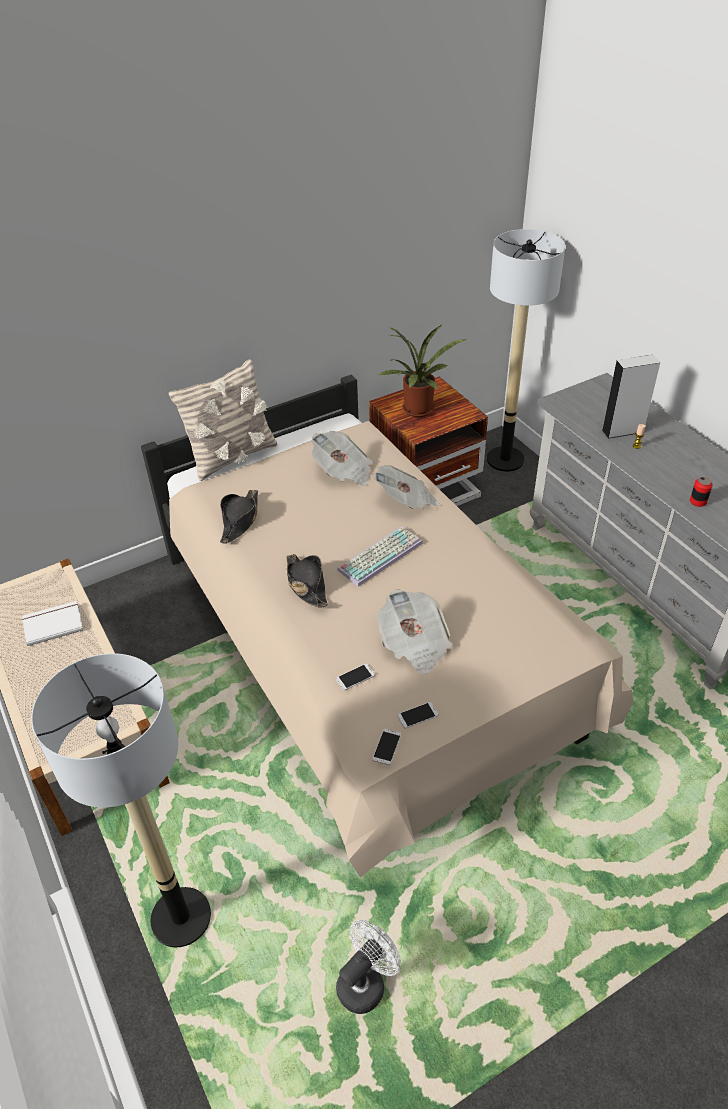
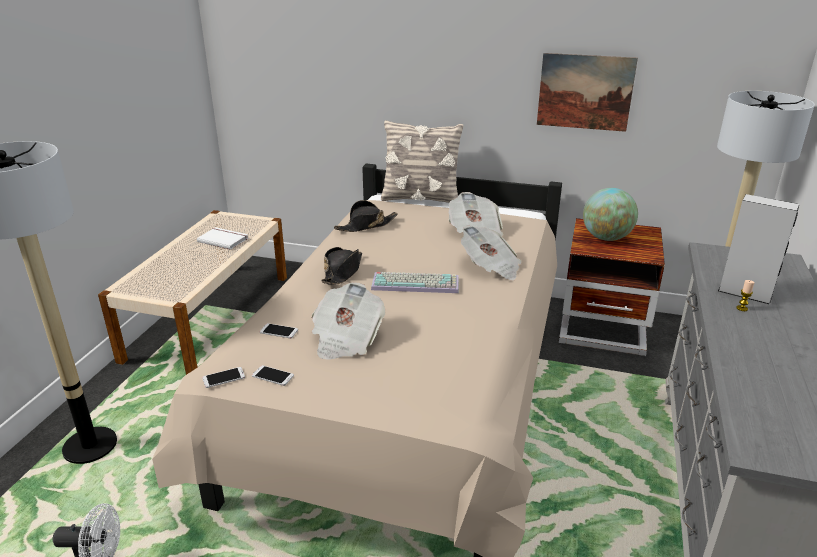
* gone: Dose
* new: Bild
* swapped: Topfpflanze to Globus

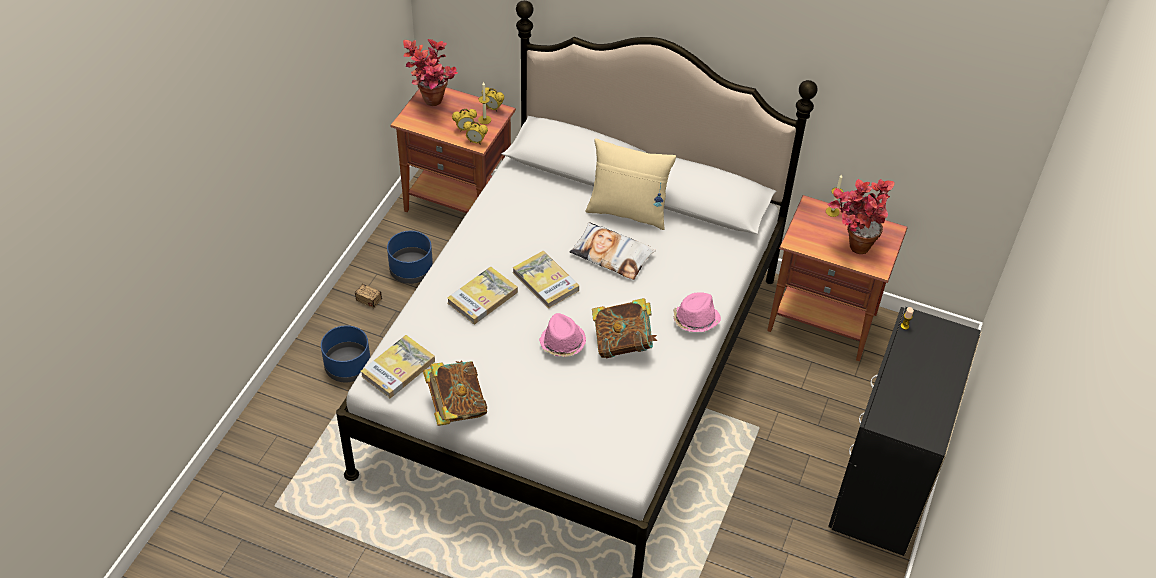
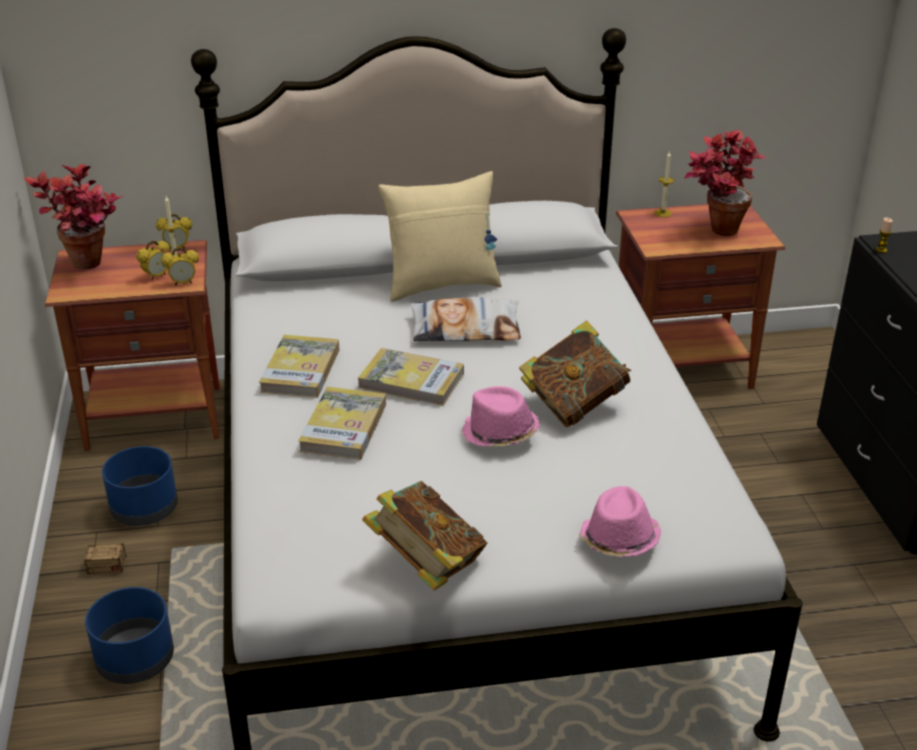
* shifted: Buch (no. 1 from left)
* shifted: Hut (rosa) (no. 2 from left)

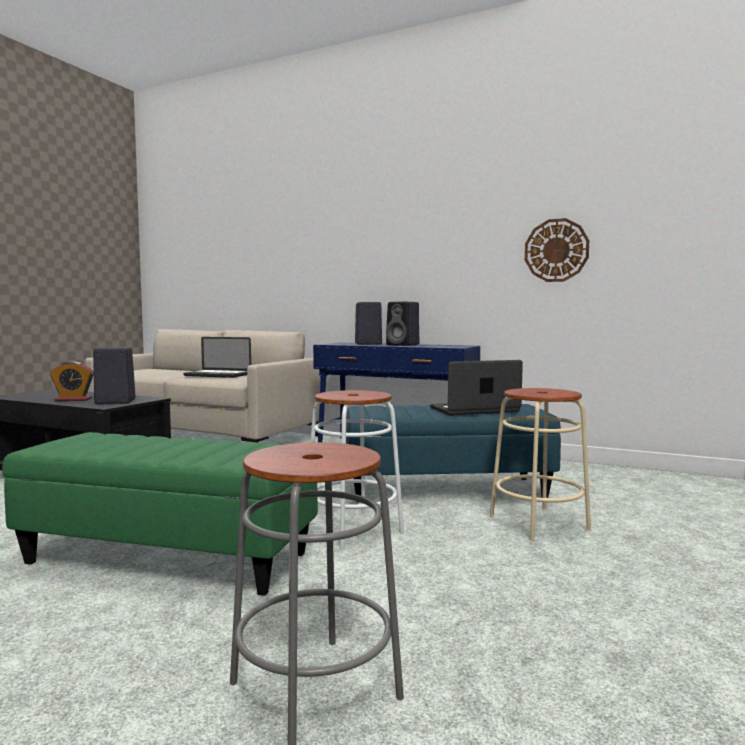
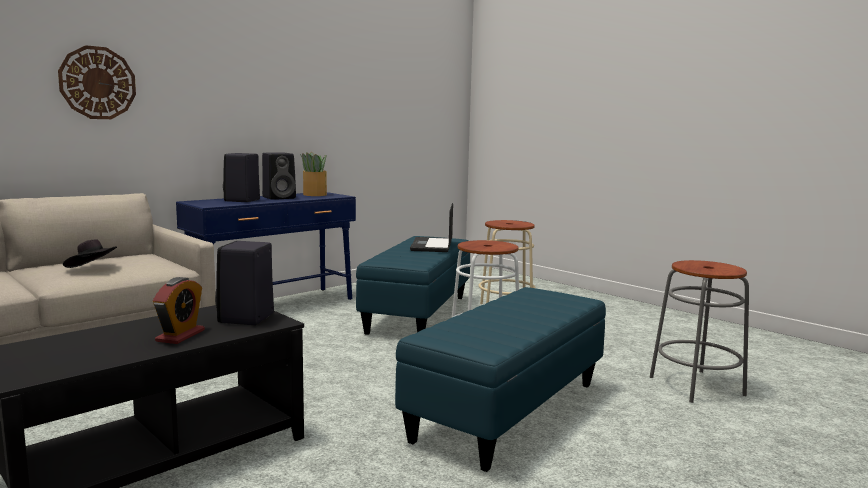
* new: Topfpflanze
* shifted: Wanduhr
* swapped: Laptop (no. 1 from left) to Hut (schwarz)
* repainted: Polsterhocker (grün) to Polsterhocker (blau) (no. 2 from left)

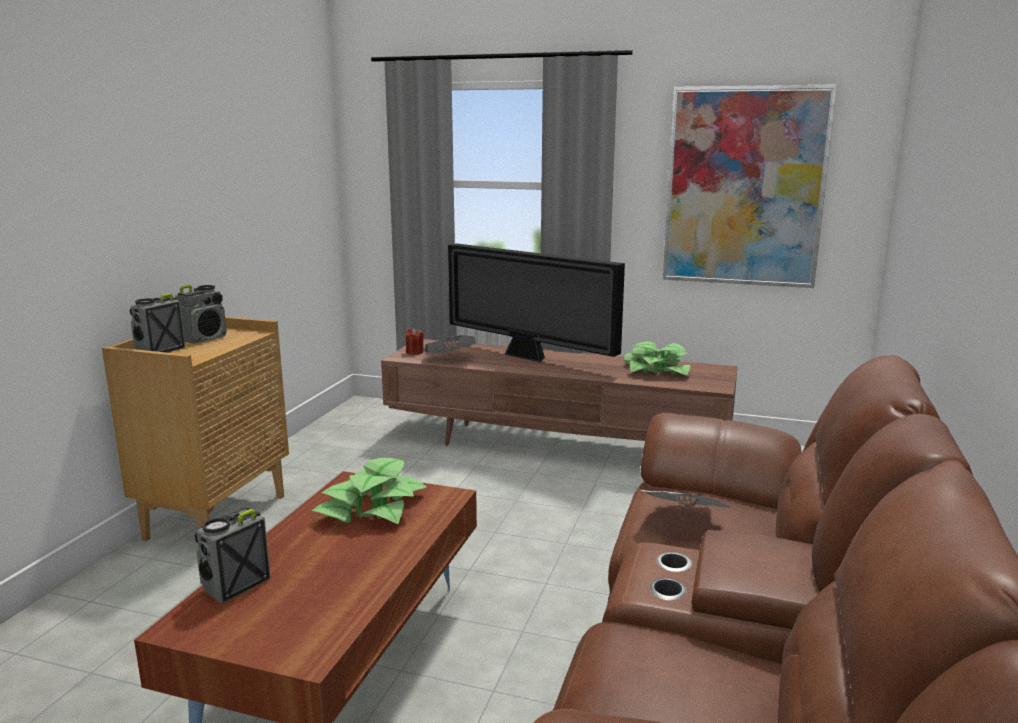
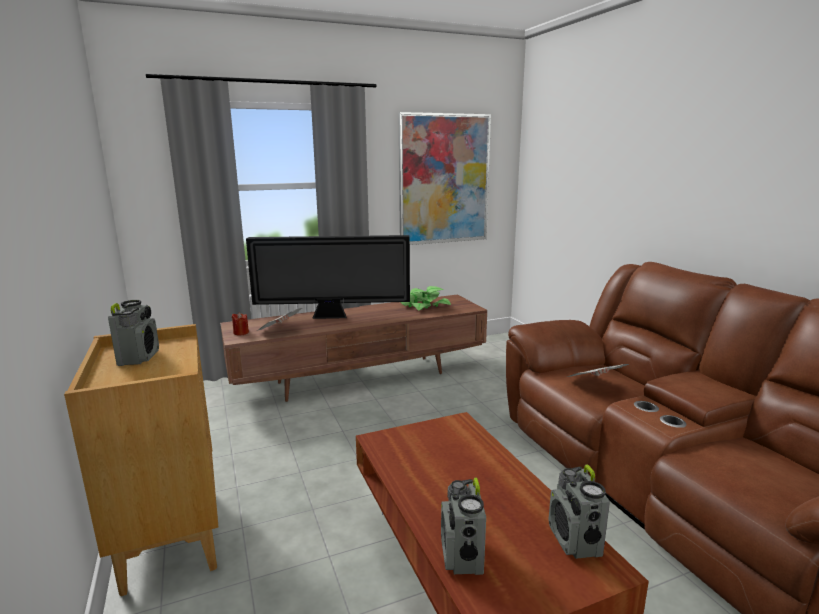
* gone: Topfpflanze (no. 1 from left)
* shifted: Radio (no. 1 from left in the first image) to Radio (no. 3 from left)

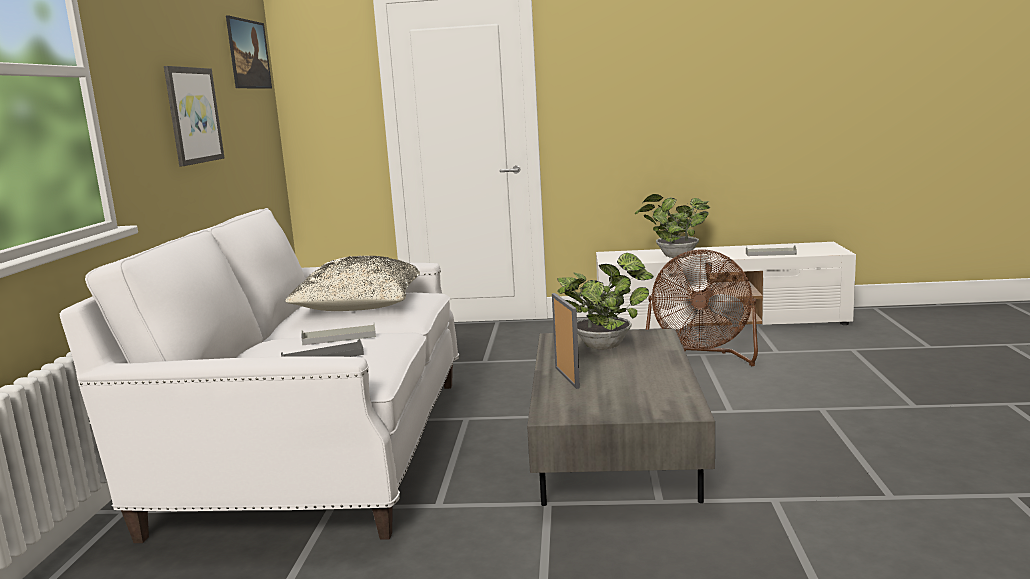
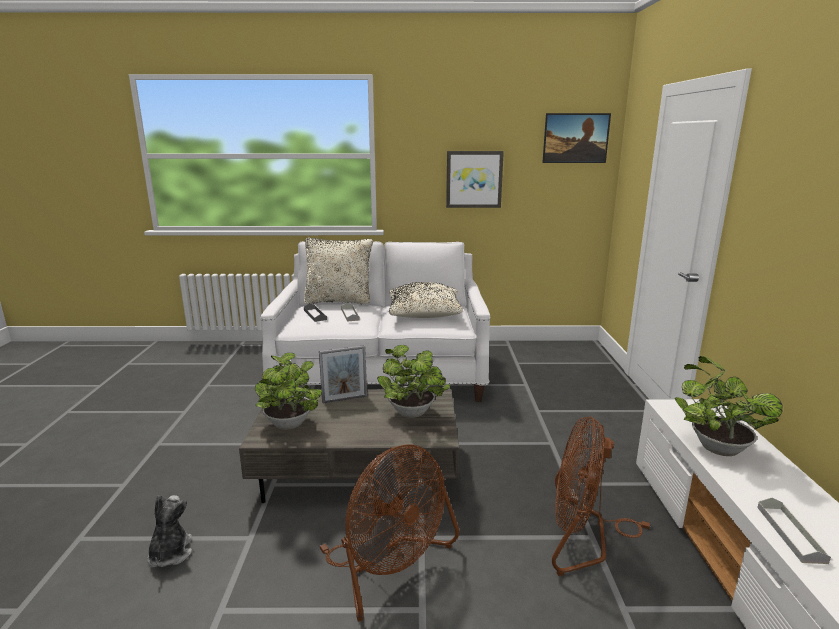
* new: Plüschtier
* new: Topfpflanze (no. 1 from left)
* new: Kissen (beige) (no. 1 from left)
* new: Ventilator (braun) (no. 1 from left)

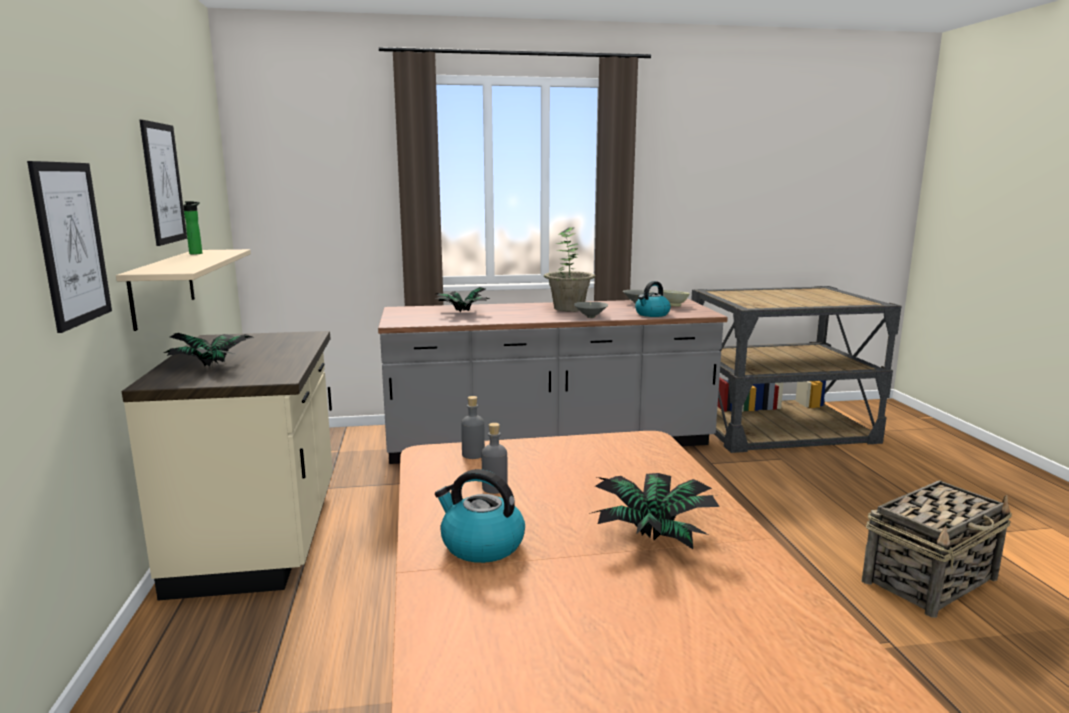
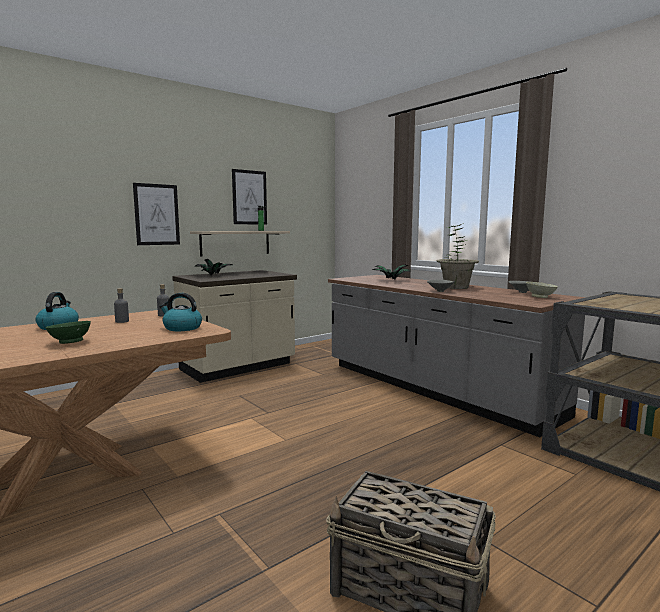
* shifted: Wasserkessel (no. 2 from left)
* swapped: Topfpflanze (no. 4 from left) to Schüssel (grün)

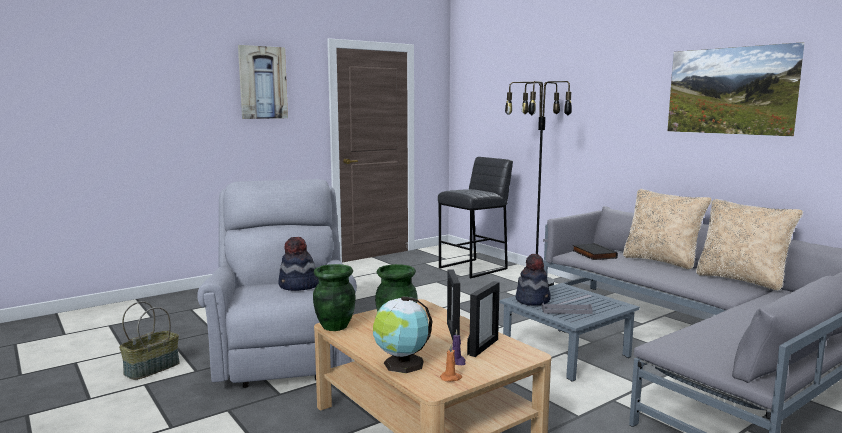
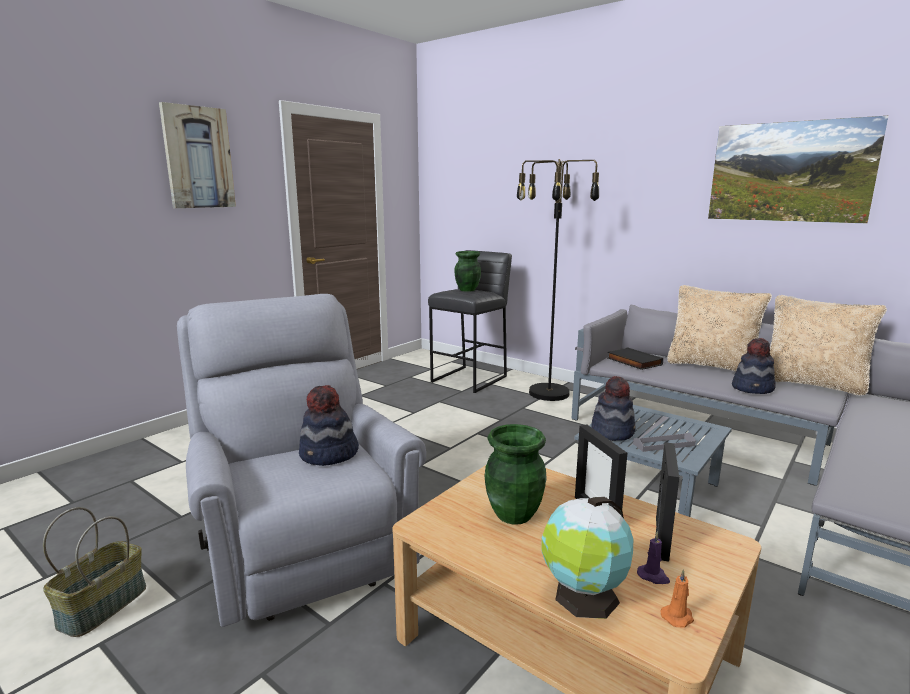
* new: Hut (no. 3 from left)
* shifted: Vase (grün) (no. 1 from left)

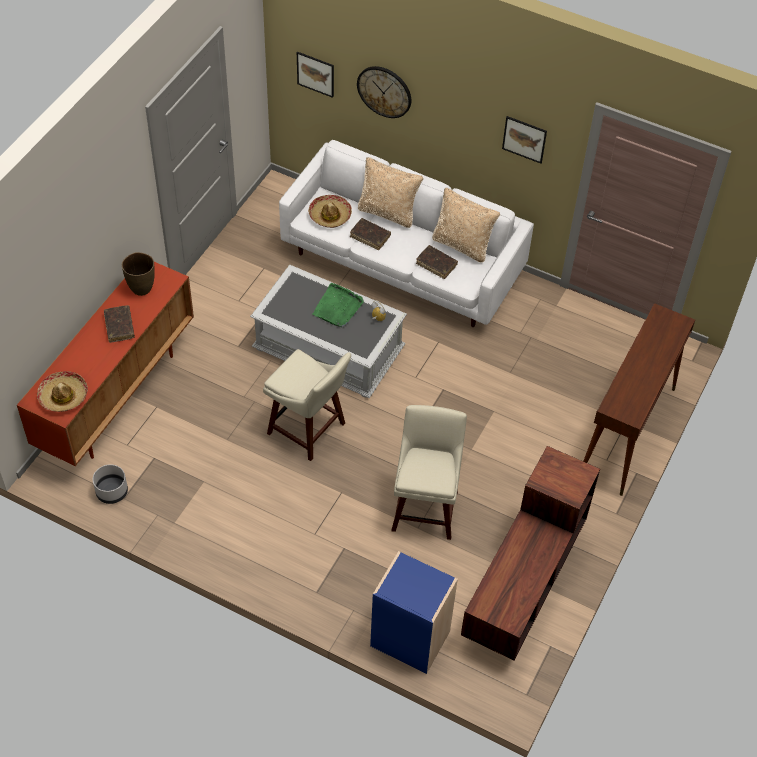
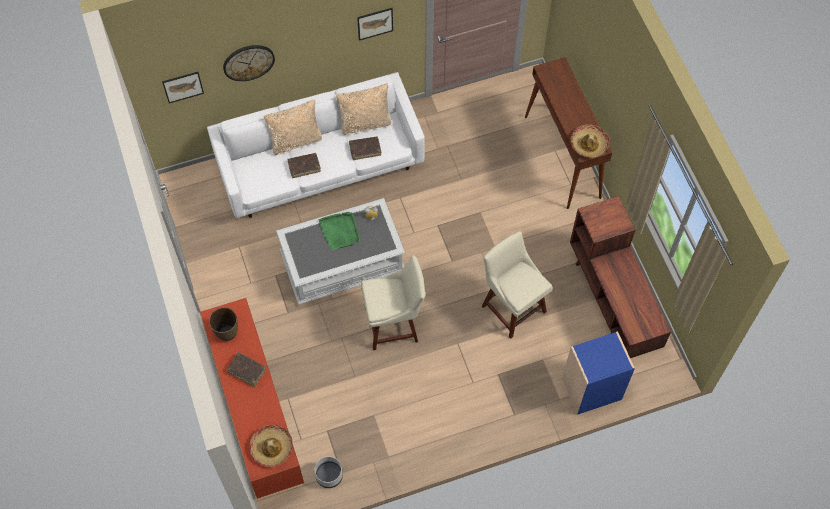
* shifted: Hut (no. 2 from left)

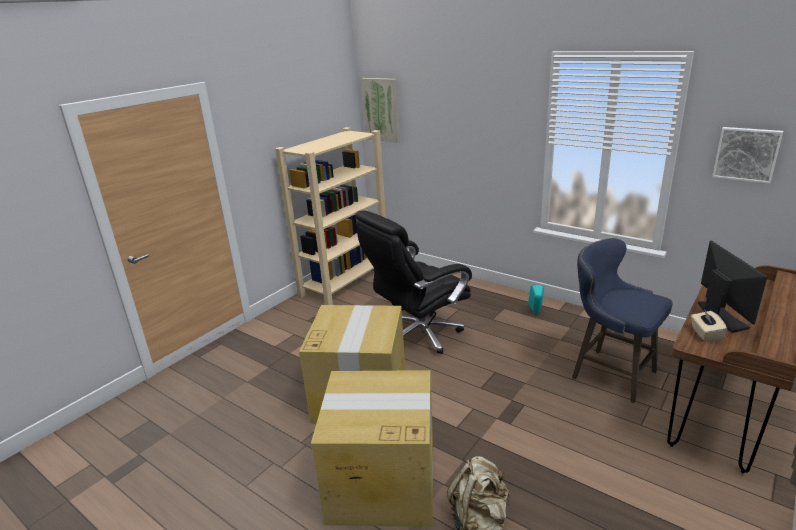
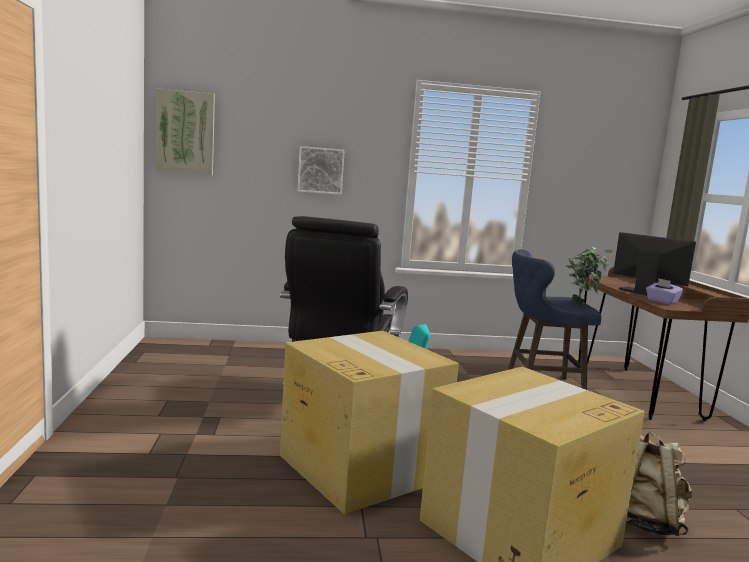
* gone: Bücherregal (beige)
* new: Topfpflanze
* shifted: Bild (no. 2 from left)
* repainted: Taschentuchbox (beige) to Taschentuchbox (lila)

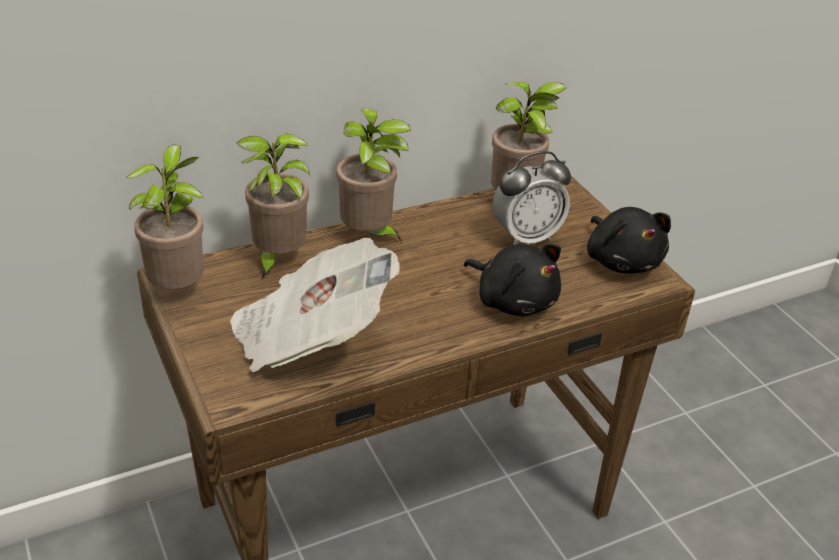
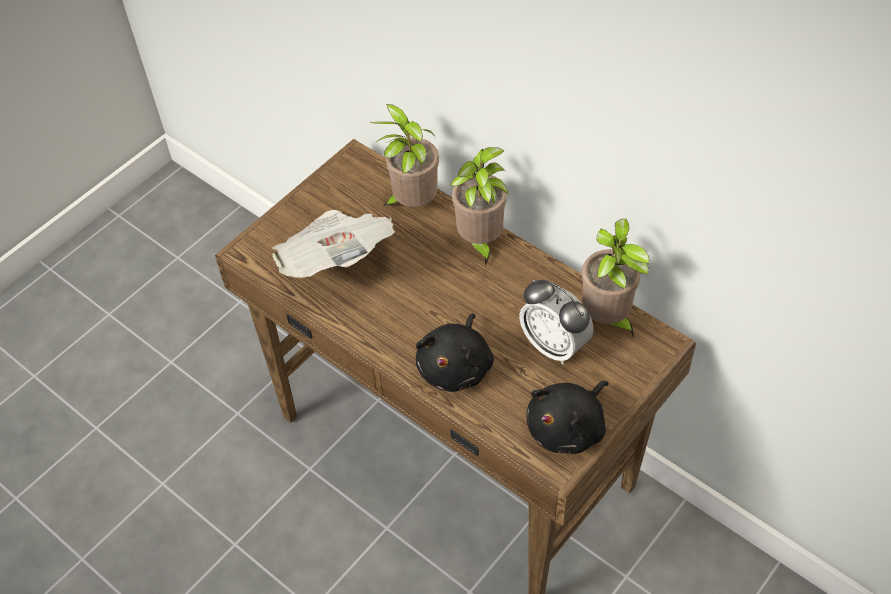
* gone: Topfpflanze (no. 1 from left)

